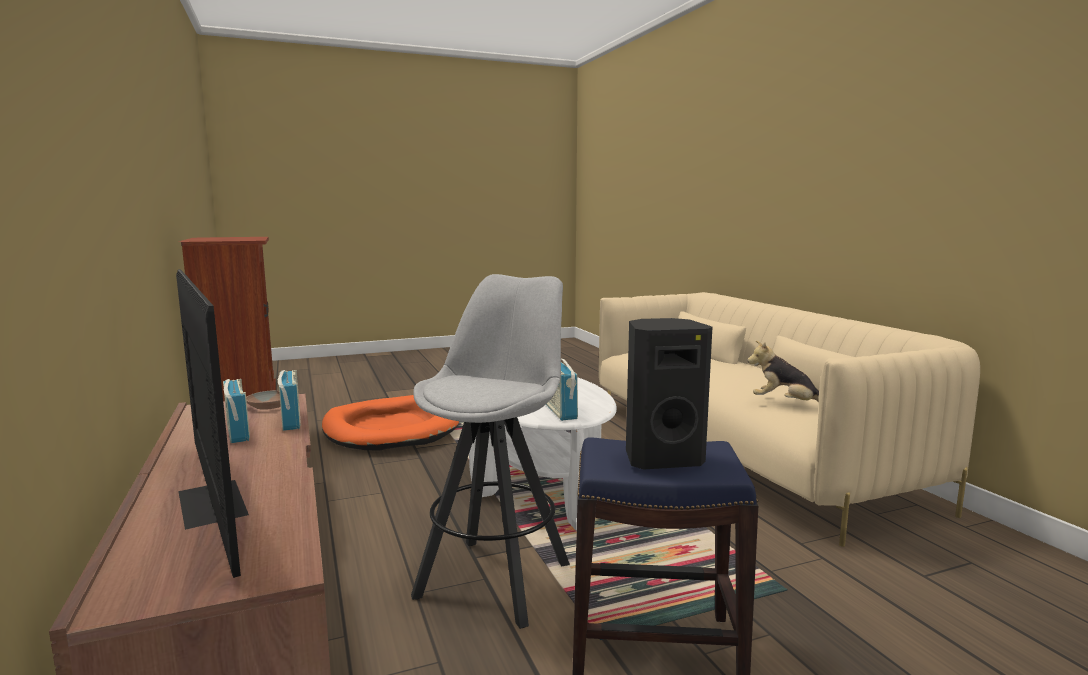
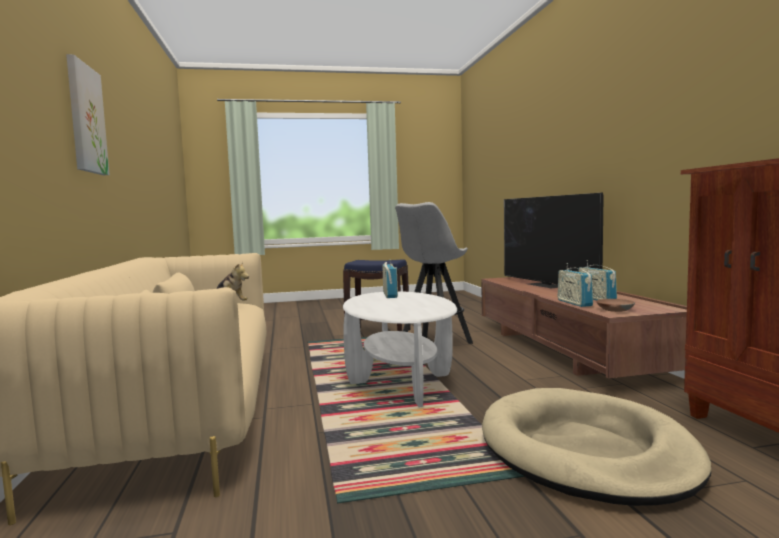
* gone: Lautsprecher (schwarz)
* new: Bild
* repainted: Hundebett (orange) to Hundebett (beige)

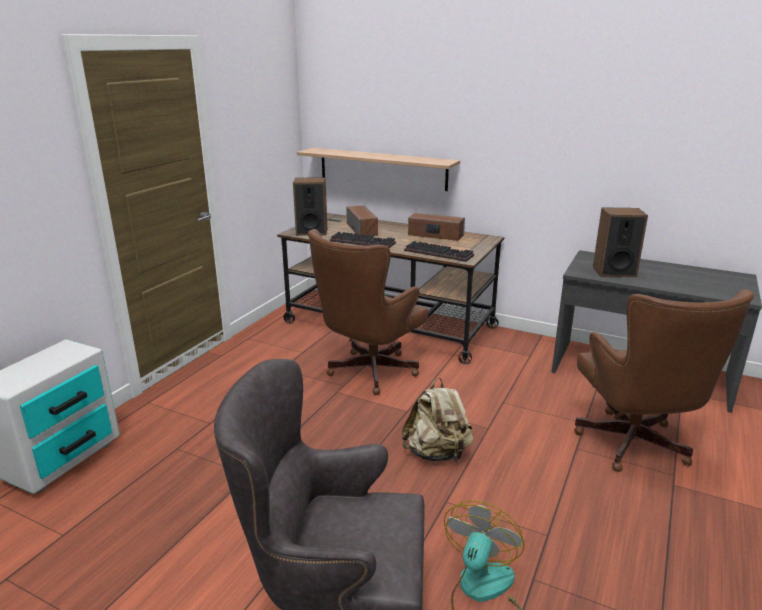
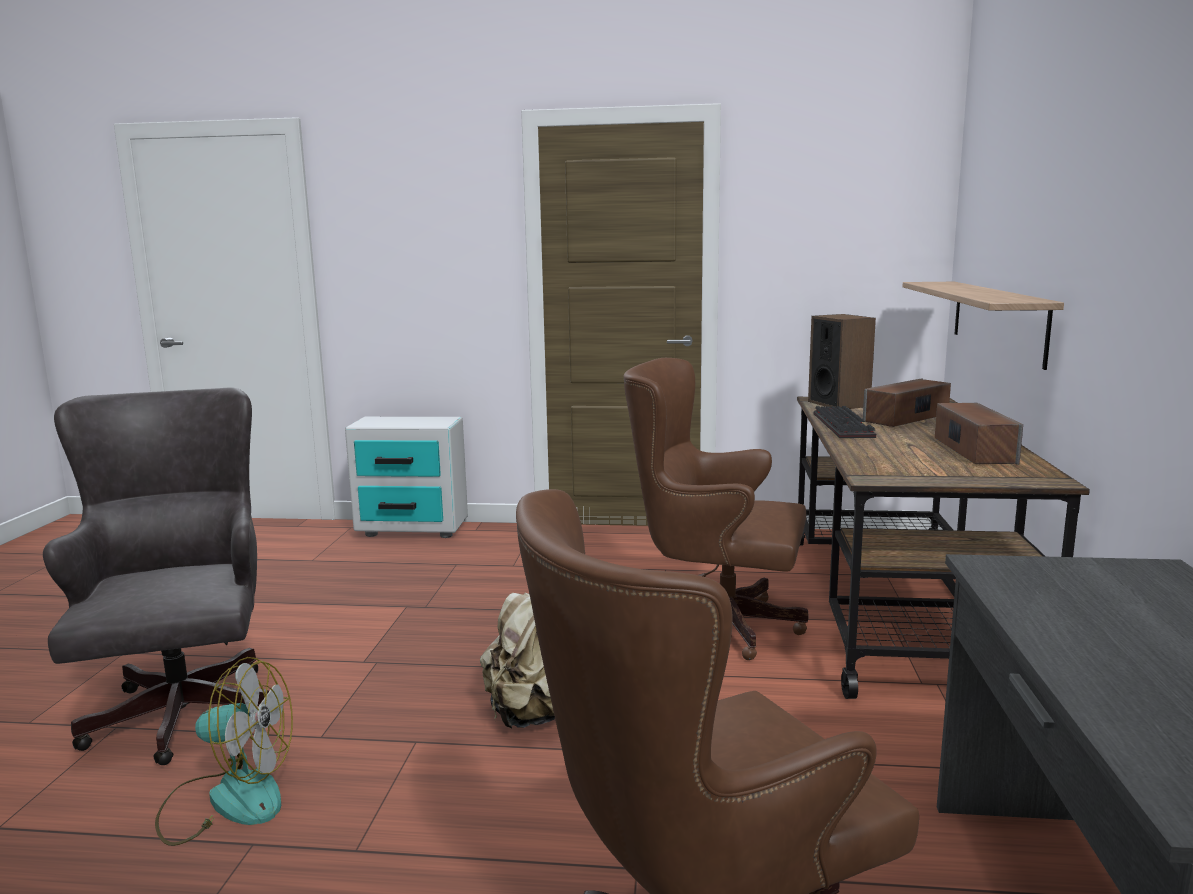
* gone: Tastatur (no. 2 from left)
* gone: Lautsprecher (no. 4 from left)

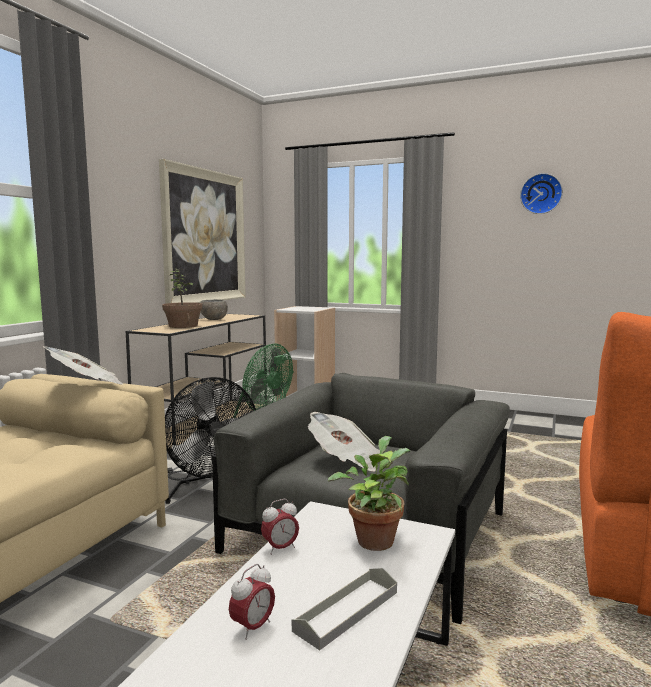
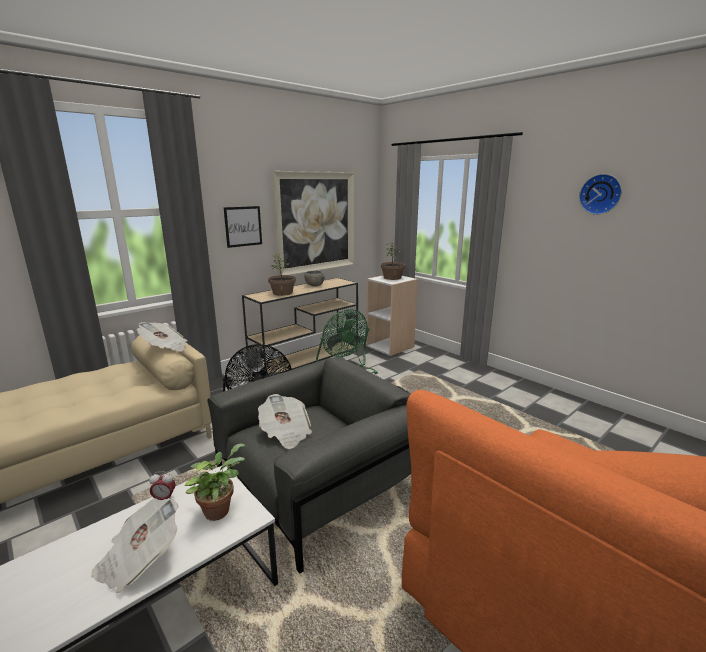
* gone: Wecker (no. 1 from left)
* new: Bild (no. 1 from left)
* new: Topfpflanze (no. 3 from left)
* swapped: Tablett (grau) to Zeitung (no. 1 from left)

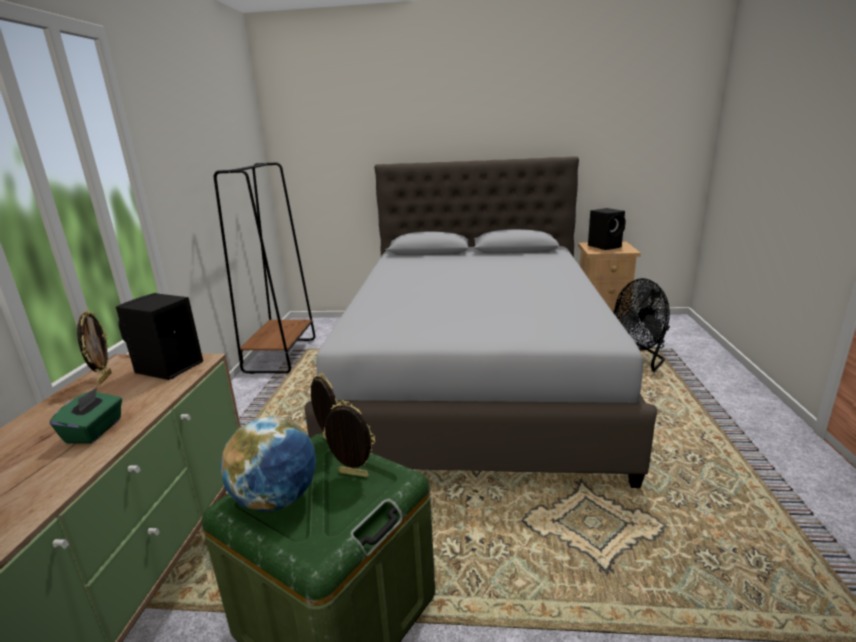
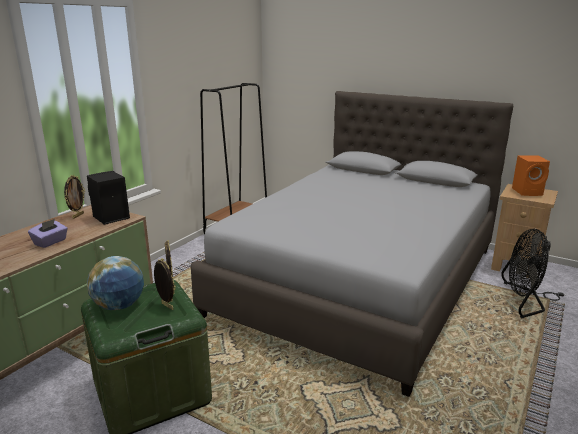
* repainted: Taschentuchbox (grün) to Taschentuchbox (lila)
* repainted: Lautsprecher (schwarz) (no. 2 from left) to Lautsprecher (orange)

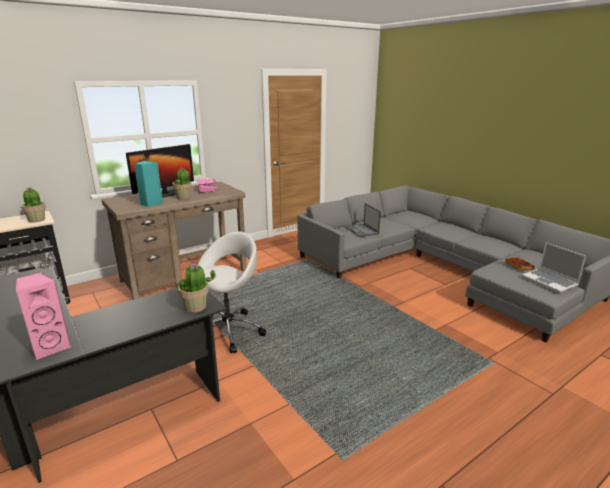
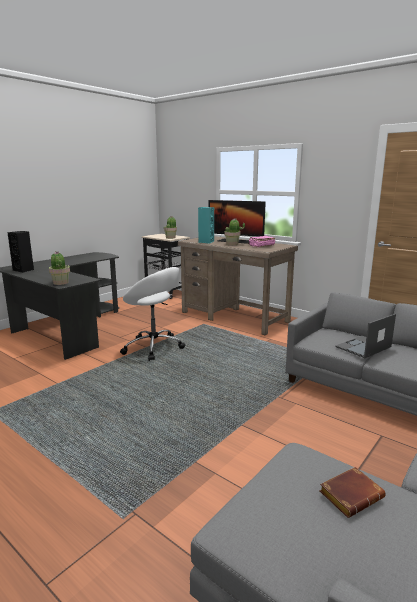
* gone: Laptop (no. 2 from left)
* repainted: Lautsprecher (rosa) to Lautsprecher (schwarz)

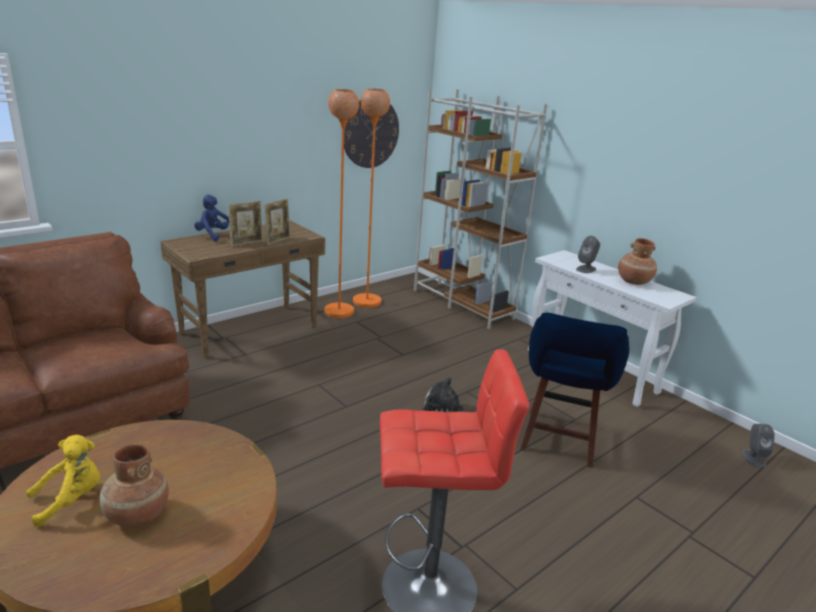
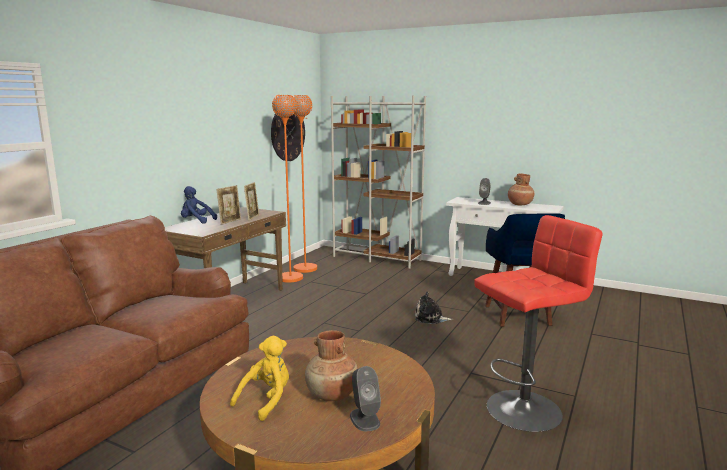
* shifted: Lautsprecher (grau) (no. 2 from left in the first image) to Lautsprecher (grau) (no. 1 from left)

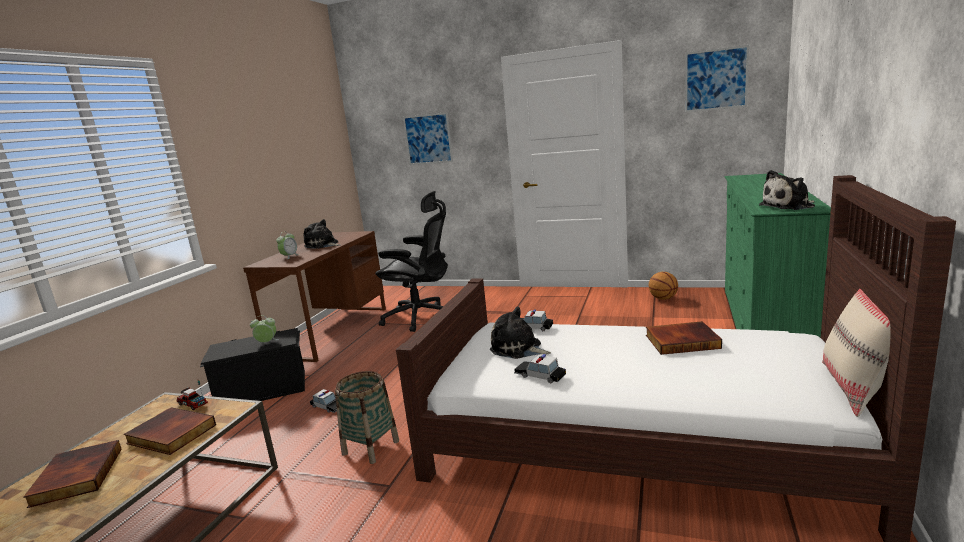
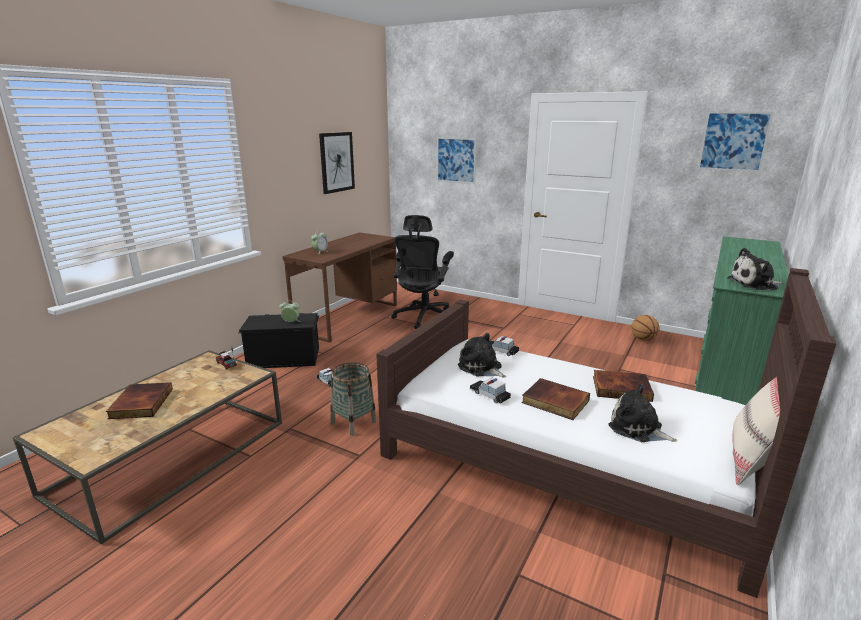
* new: Bild (no. 1 from left)
* shifted: Buch (no. 2 from left)
* shifted: Plüschtier (no. 1 from left in the first image) to Plüschtier (no. 2 from left)
* rotated: Bürostuhl 75 degrees clockwise

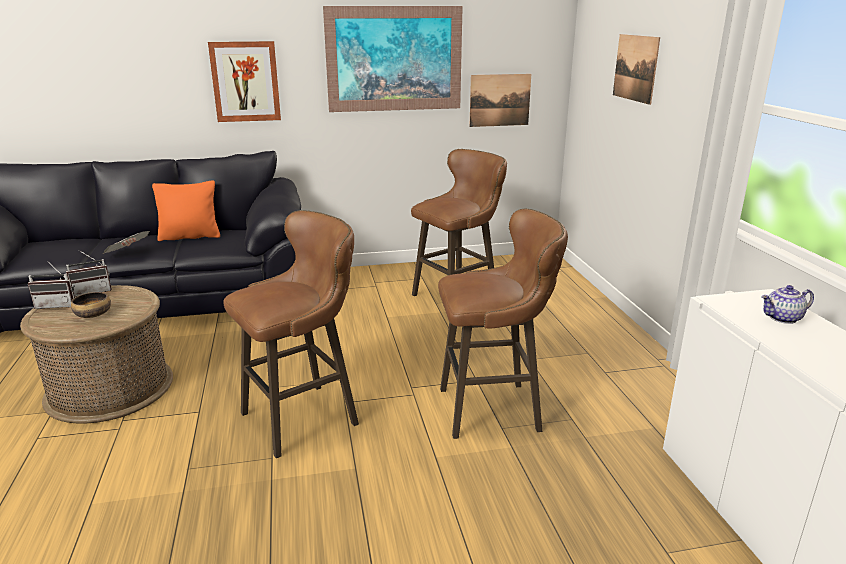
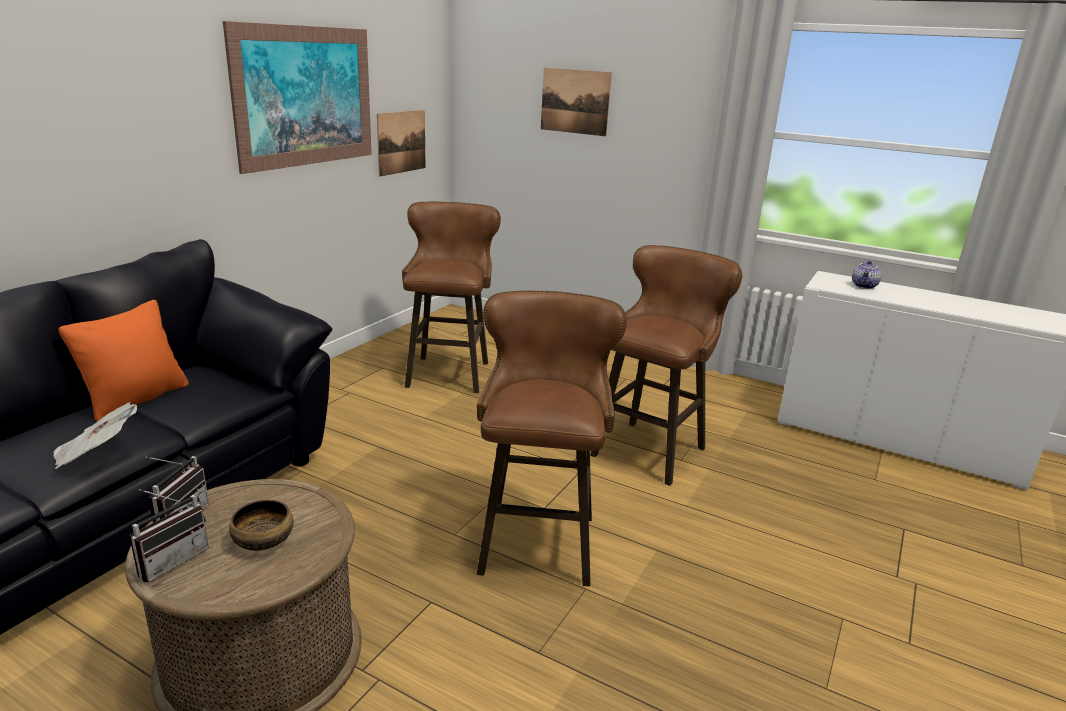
* gone: Bild (no. 1 from left)

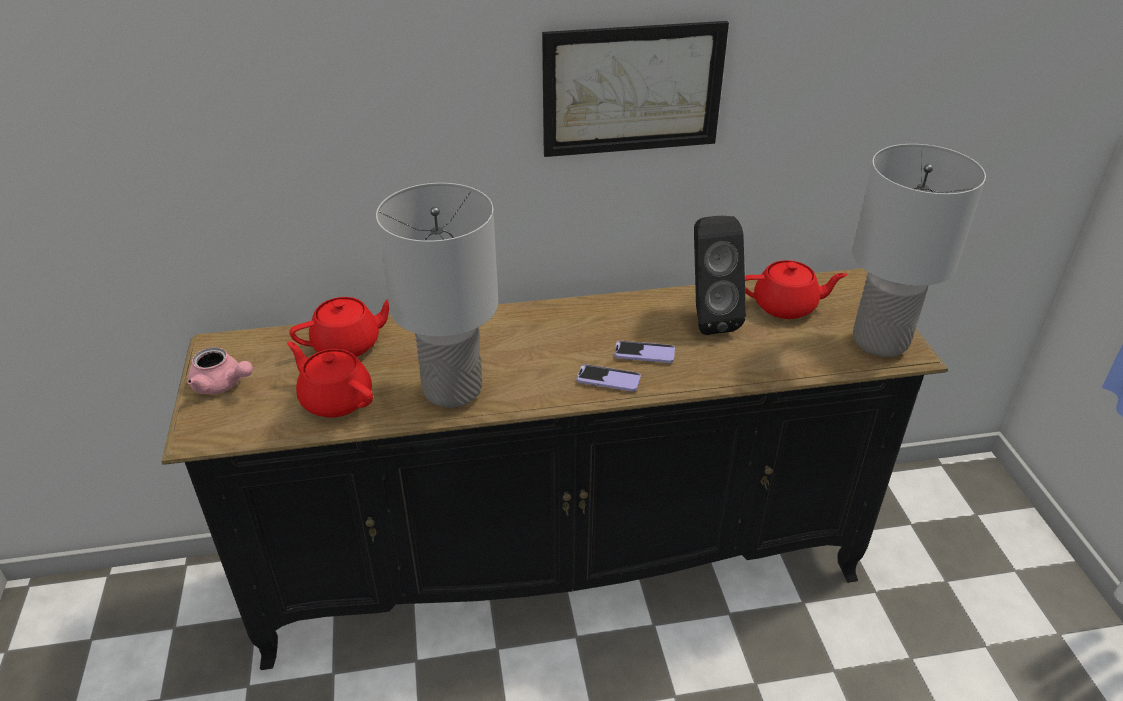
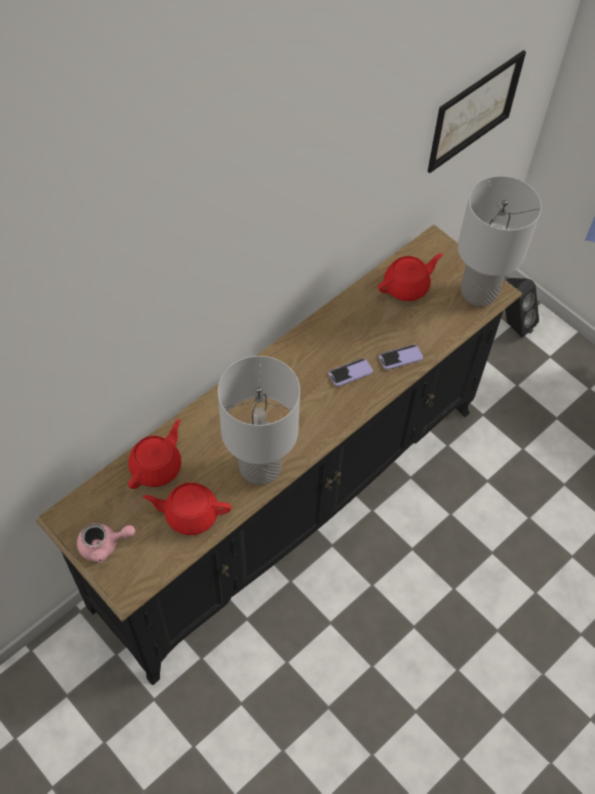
* shifted: Bild
* shifted: Handy (no. 1 from left in the first image) to Handy (no. 2 from left)
* shifted: Lautsprecher (schwarz)

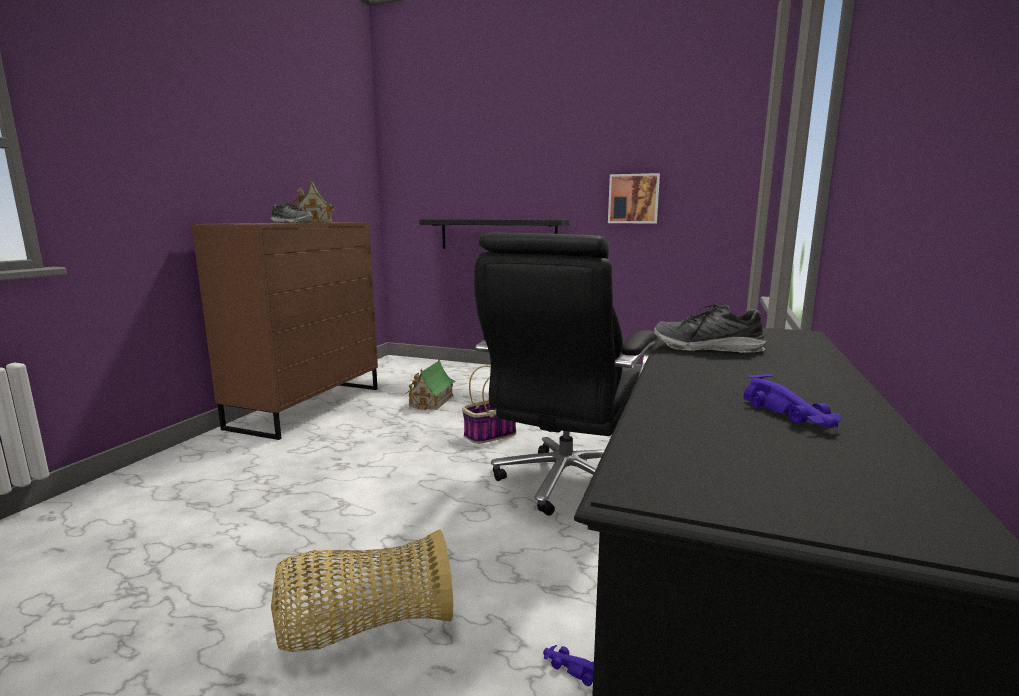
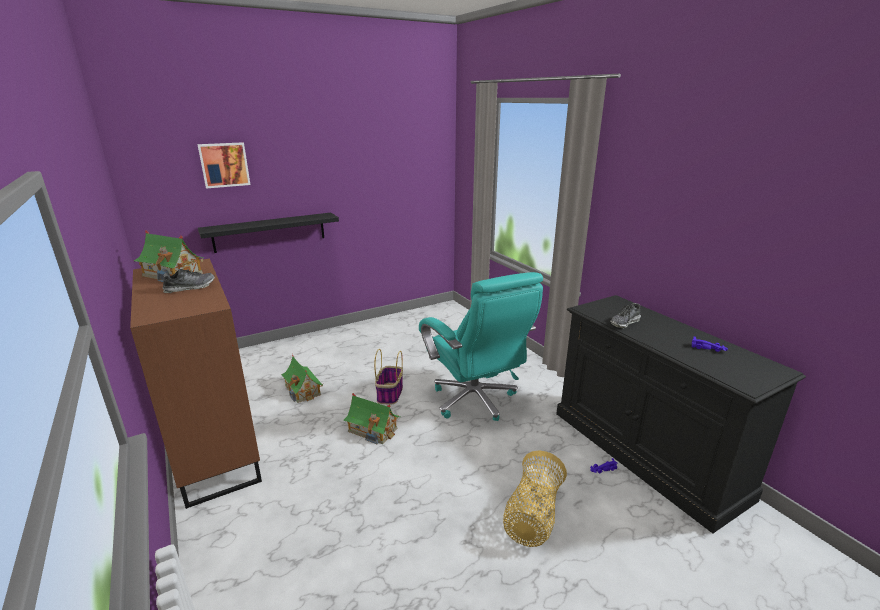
* new: Spielzeughaus (no. 3 from left)
* shifted: Bild
* repainted: Bürostuhl (schwarz) to Bürostuhl (türkis)

